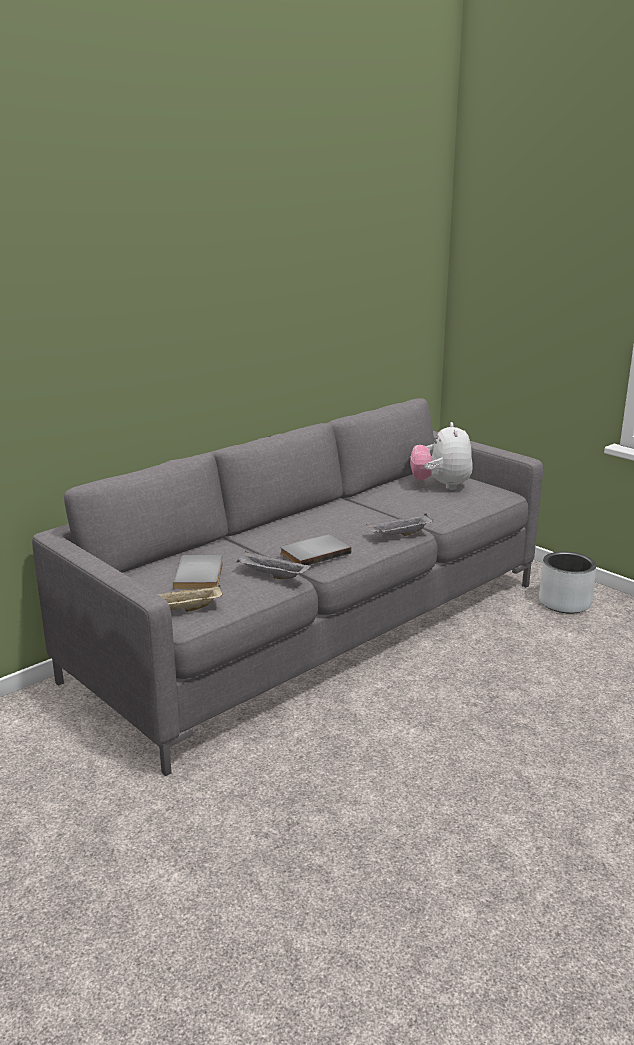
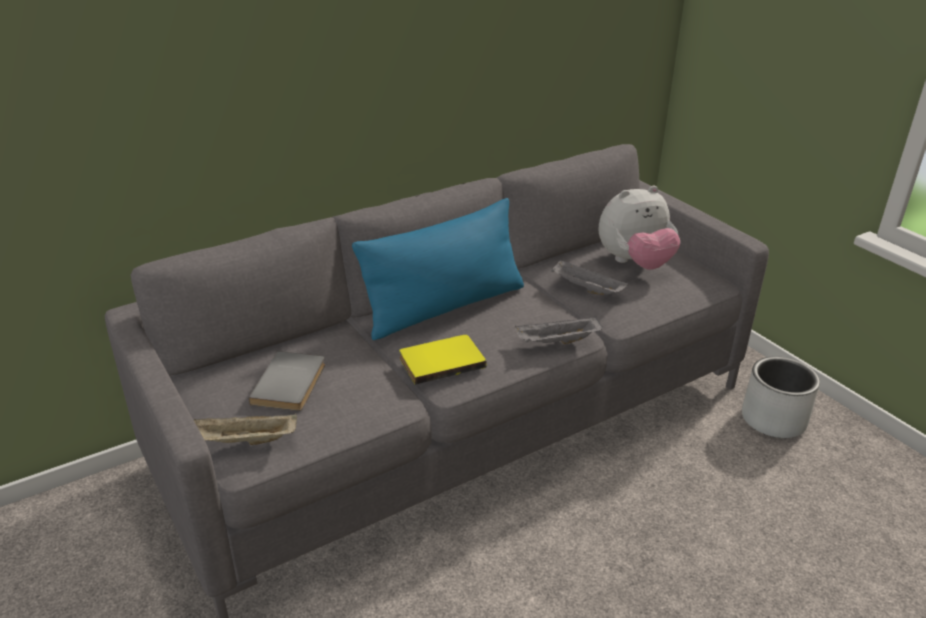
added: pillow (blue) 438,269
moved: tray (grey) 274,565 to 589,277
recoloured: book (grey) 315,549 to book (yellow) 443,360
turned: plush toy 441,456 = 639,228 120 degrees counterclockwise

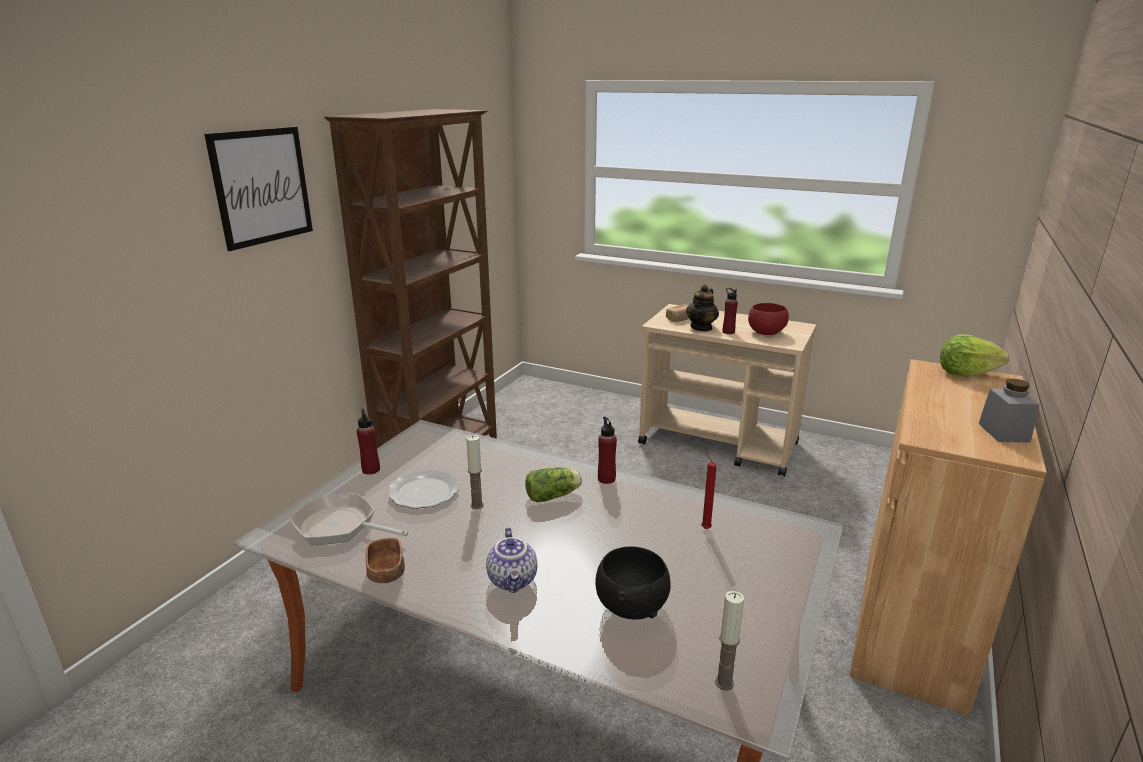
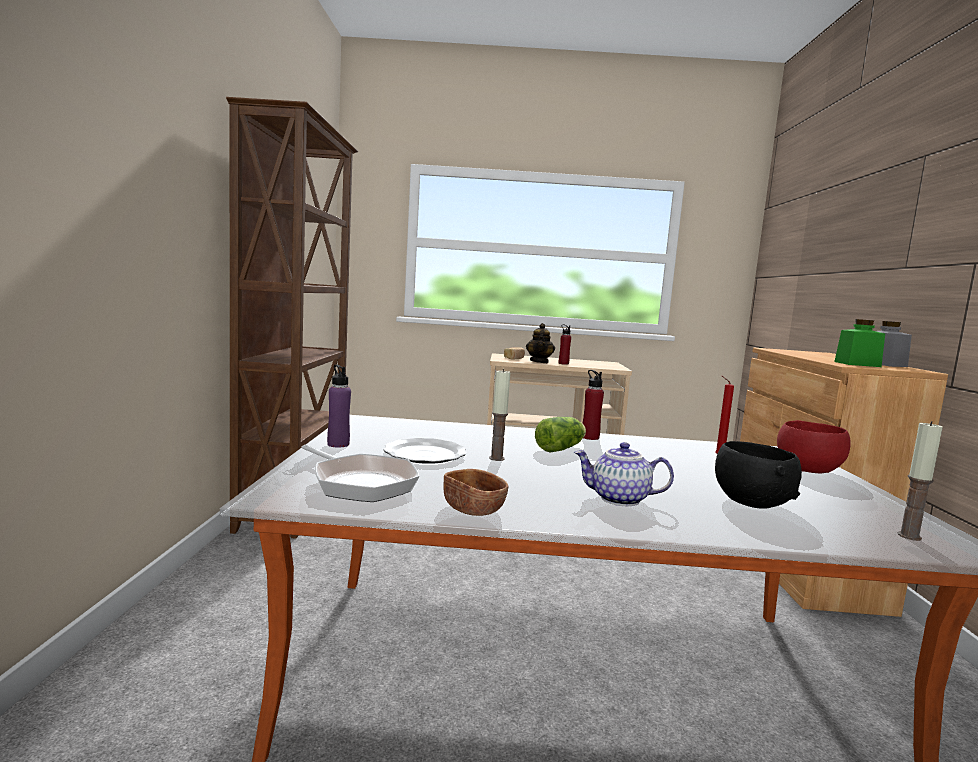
removed: picture 258,189; lettuce 974,355
added: jar (green) 859,343
moved: bowl (red) 768,319 to 814,446
recoloured: bottle (red) 368,442 to bottle (purple) 339,406
turned: frying pan 349,519 = 360,473 135 degrees counterclockwise; teapot 511,560 = 624,474 135 degrees clockwise

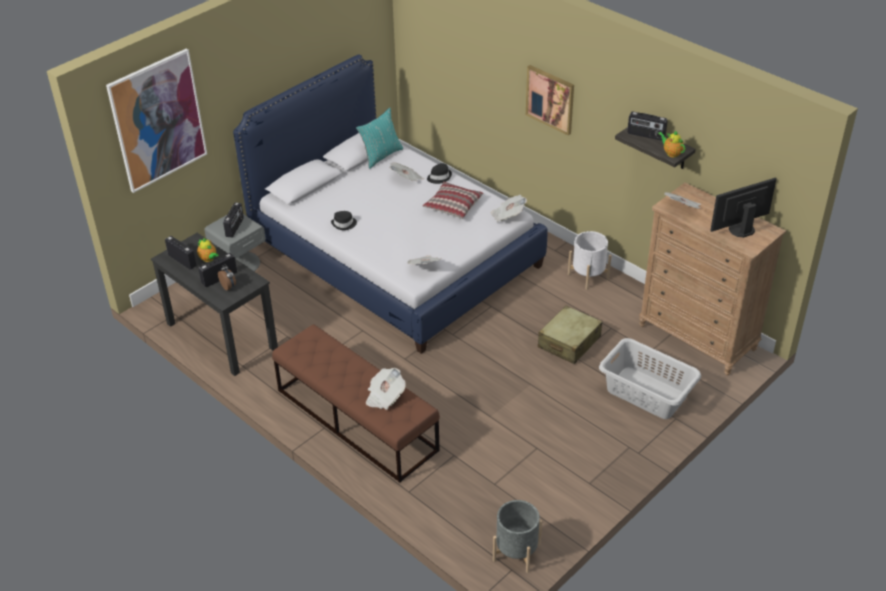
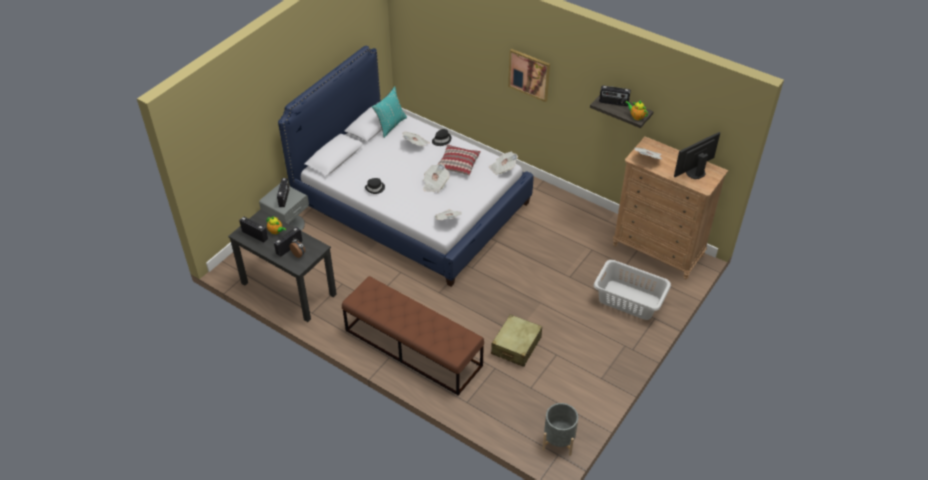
removed: picture 156,121; planter (white) 590,260
moved: newspaper 386,389 to 436,178; suitcase (beige) 570,335 to 516,340

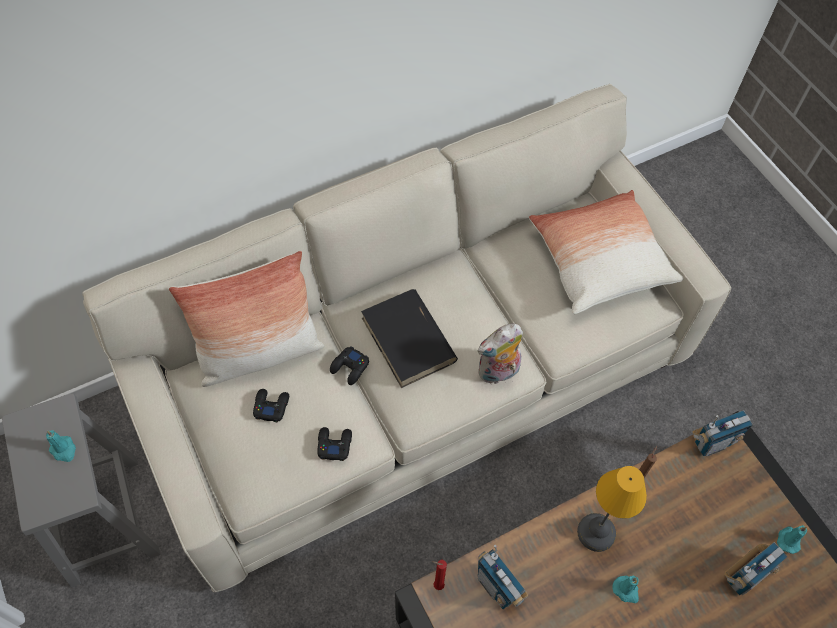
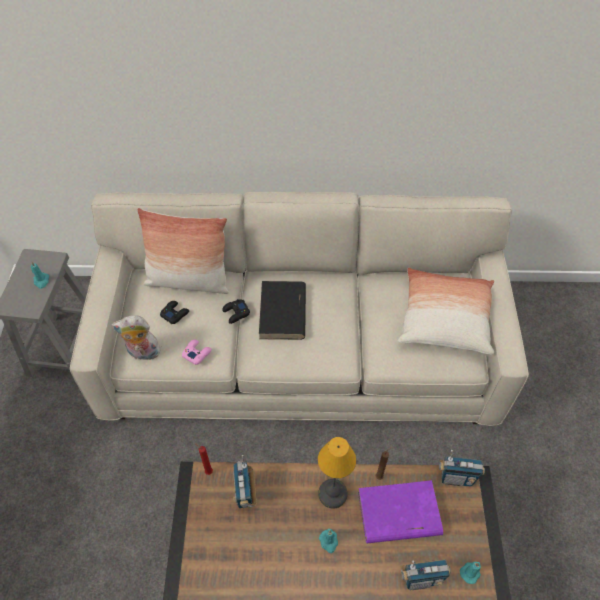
added: book (purple) 400,511
moved: plush toy 500,354 to 136,338
recoloured: game controller (black) 334,444 to game controller (pink) 197,352

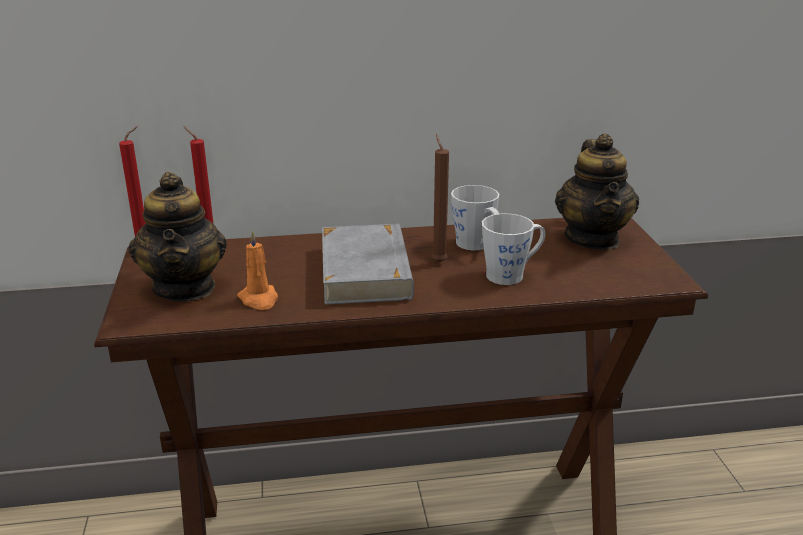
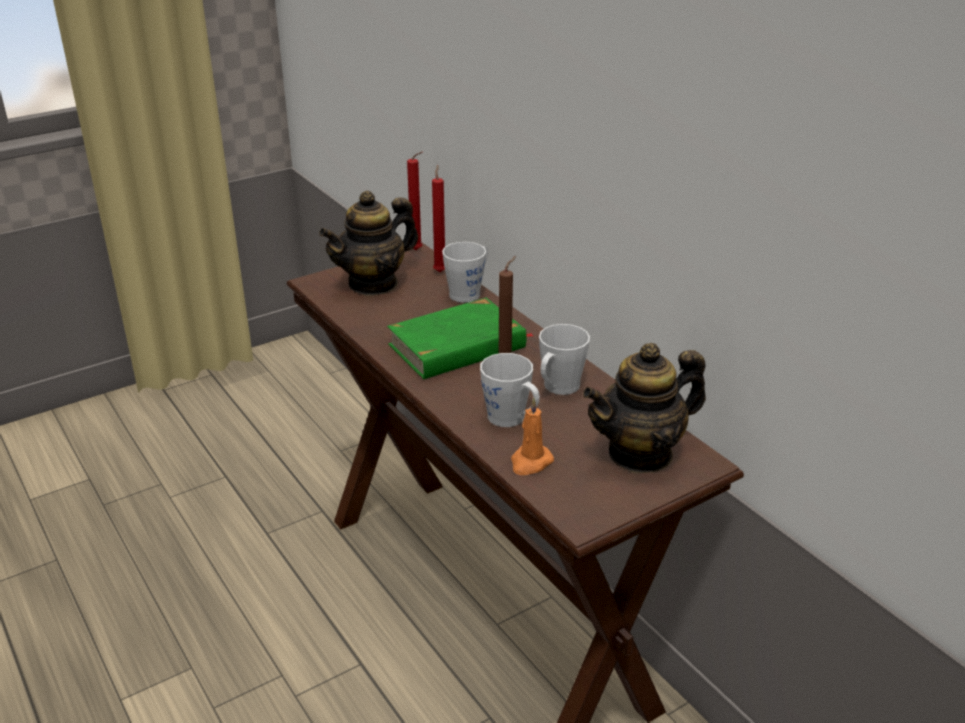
added: mug (grey) 465,272
moved: candle (orange) 257,270 to 532,436
recoloured: book (grey) 368,264 to book (green) 460,338

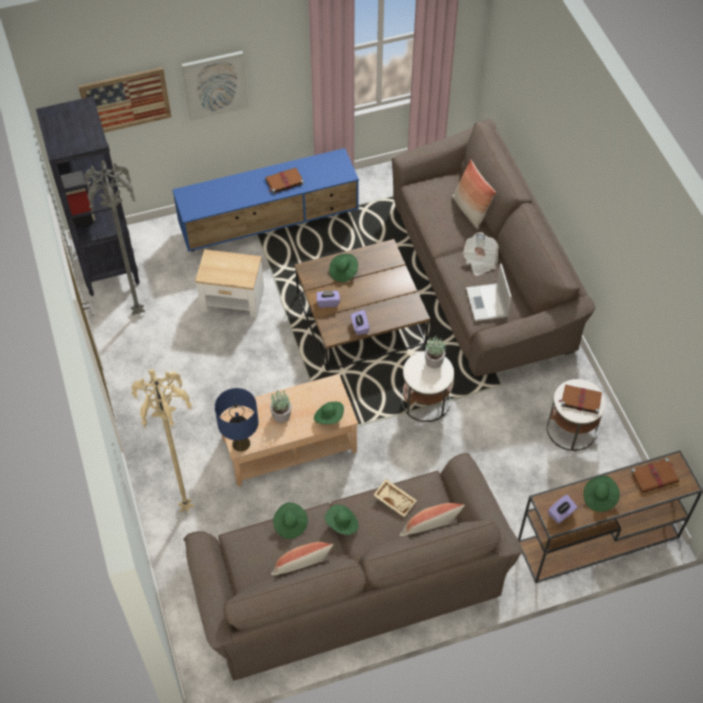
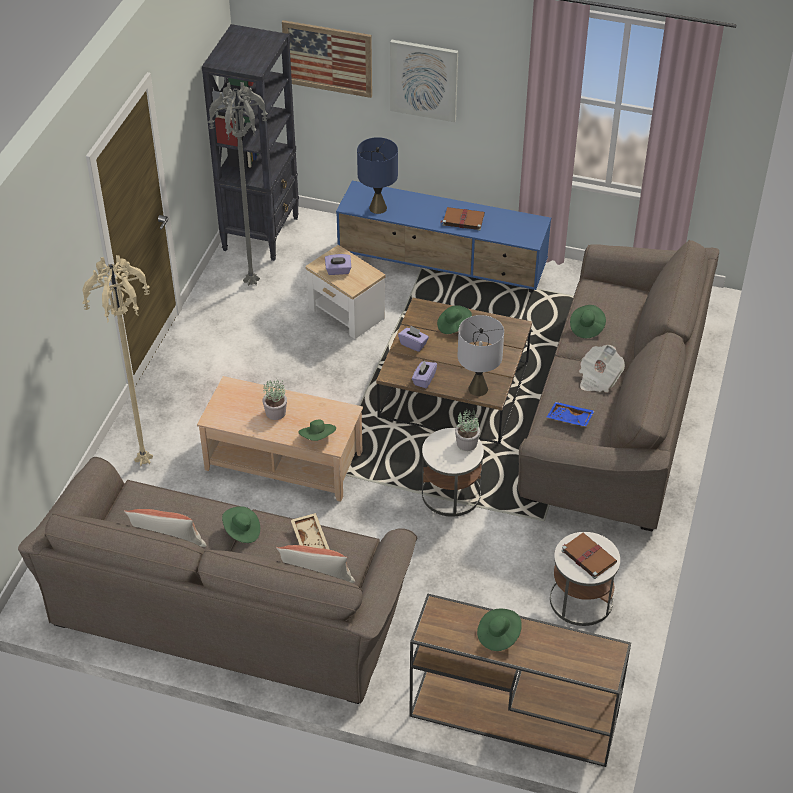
removed: pillow 474,194; book (brown) 655,475
added: table lamp (grey) 481,355
moved: tissue box (purple) 563,509 to 338,264; table lamp (blue) 237,420 to 377,175; hat (green) 290,520 to 588,321
replaced: laptop 489,292 to tray (blue) 570,414

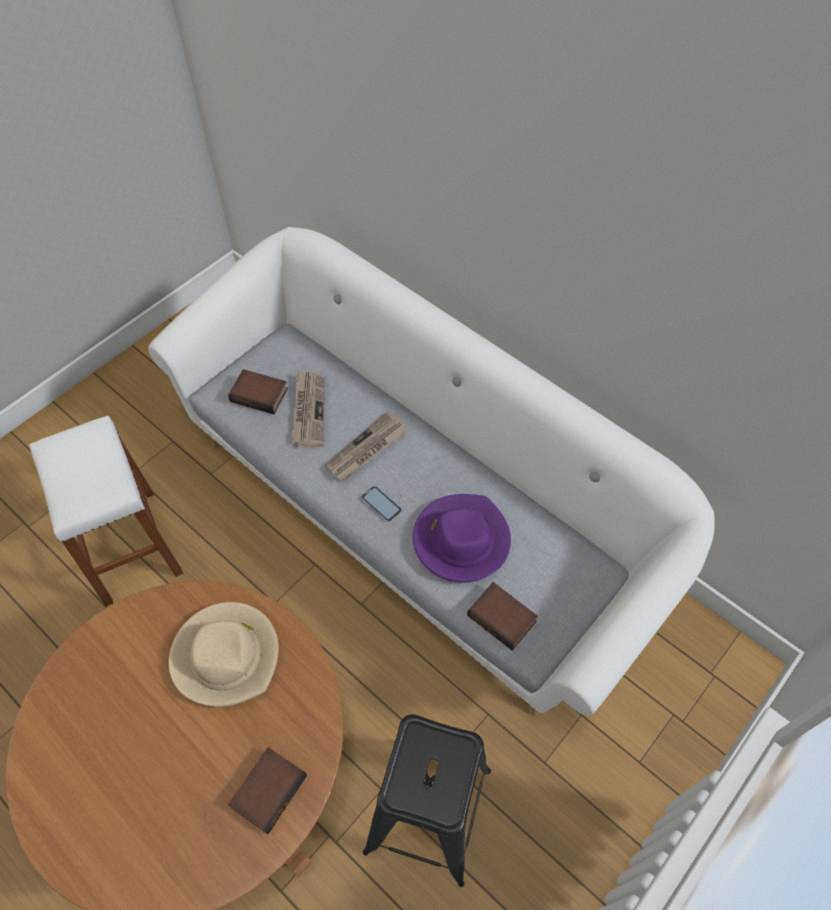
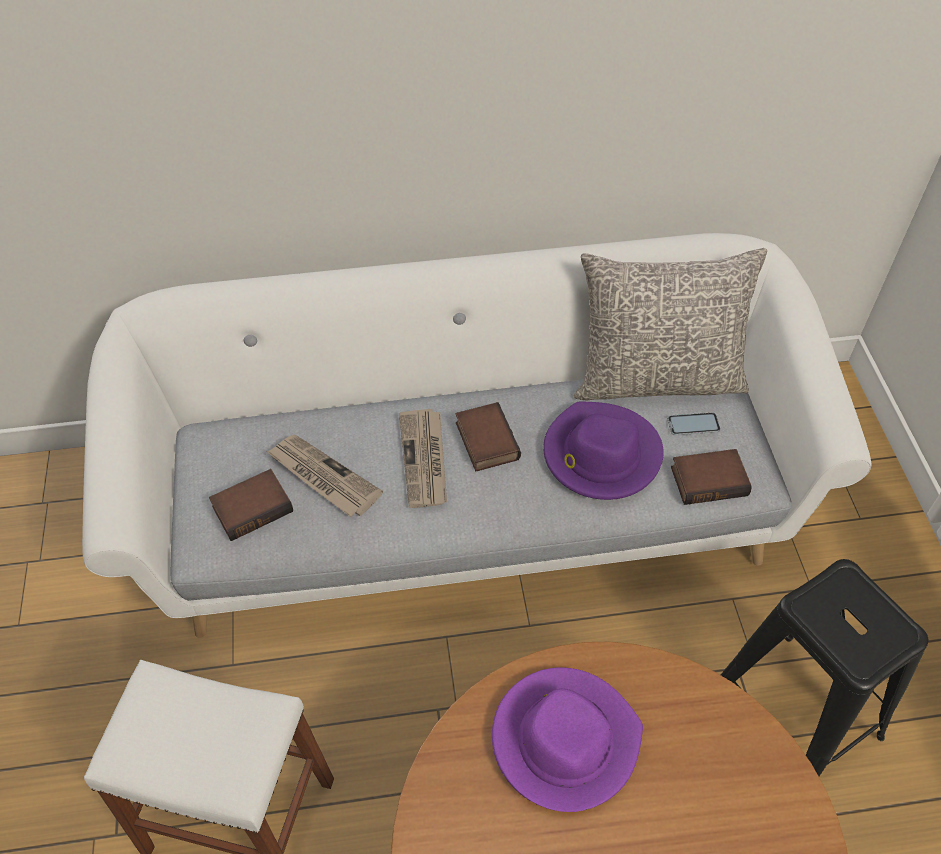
added: pillow (grey) 670,324
moved: book 267,790 to 488,436; phone 381,504 to 694,424
recoloured: hat (beige) 224,654 to hat (purple) 567,739

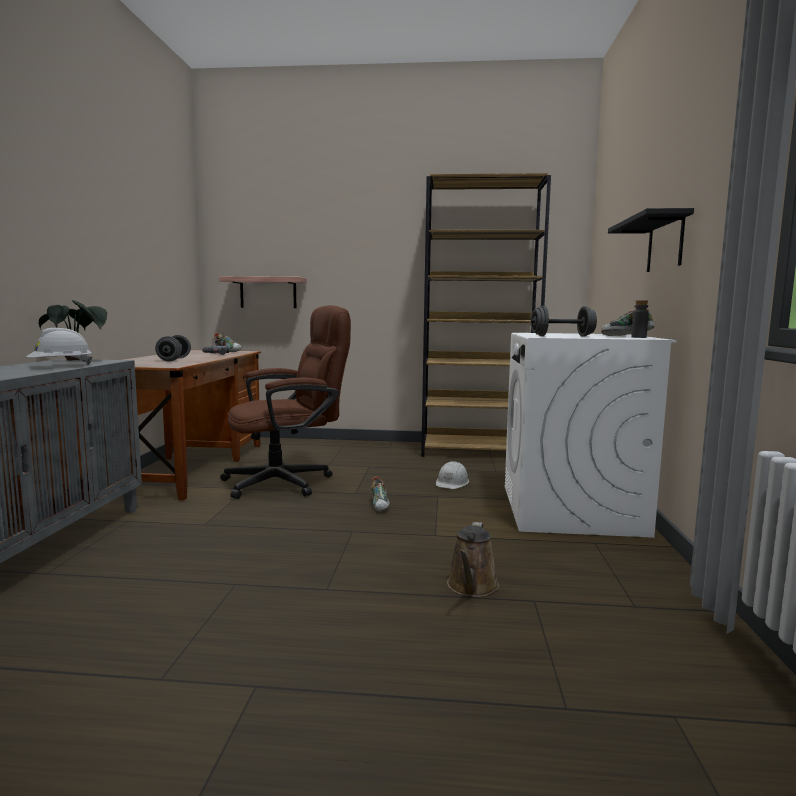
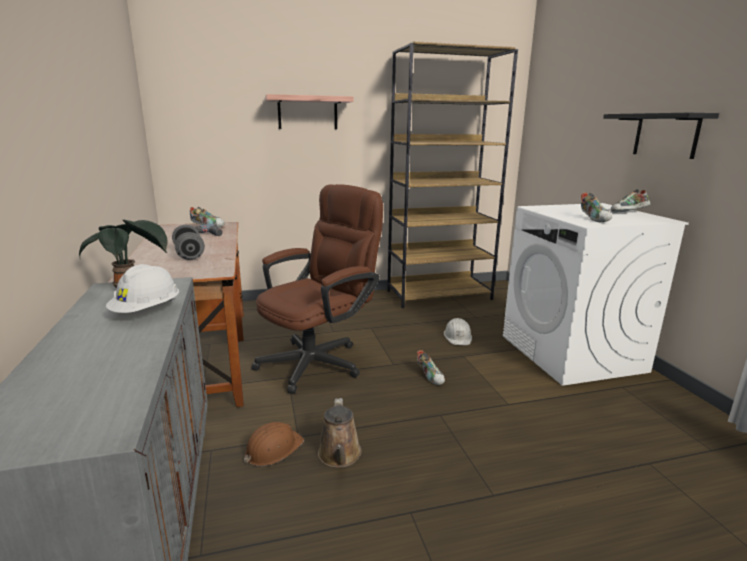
removed: bottle (grey) 640,319
added: hard hat (brown) 274,444
moved: shelf 263,292 to 309,111; watering can (brown) 473,559 to 340,433
replaced: dumbbell (grey) 564,321 to shoe 596,207

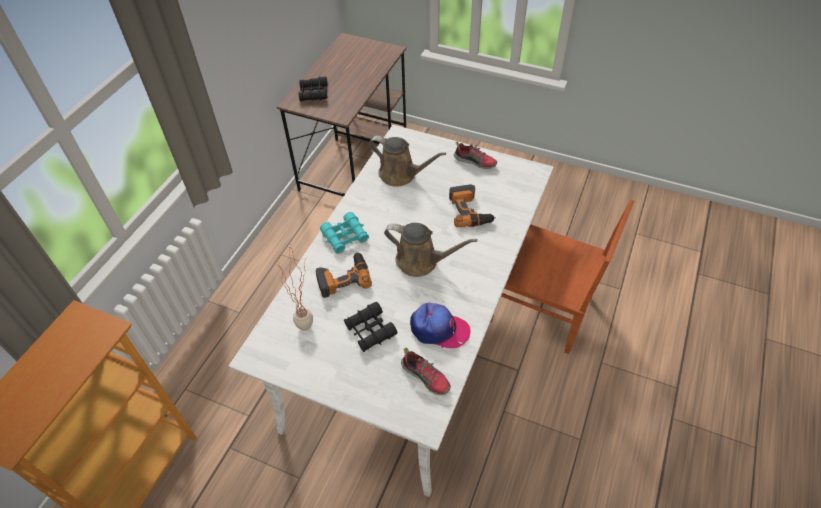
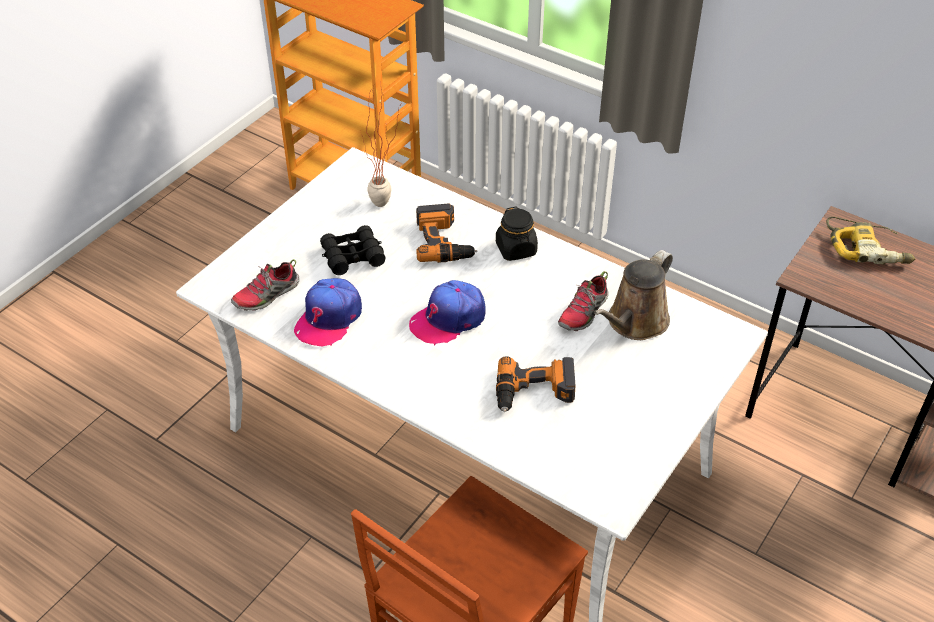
moved: shoe 475,155 to 583,301
replaced: watering can (brown) 430,250 to cap 447,312; binoculars (turquoise) 344,233 to jar (black) 517,234; binoculars (black) 313,89 to power drill 870,241

